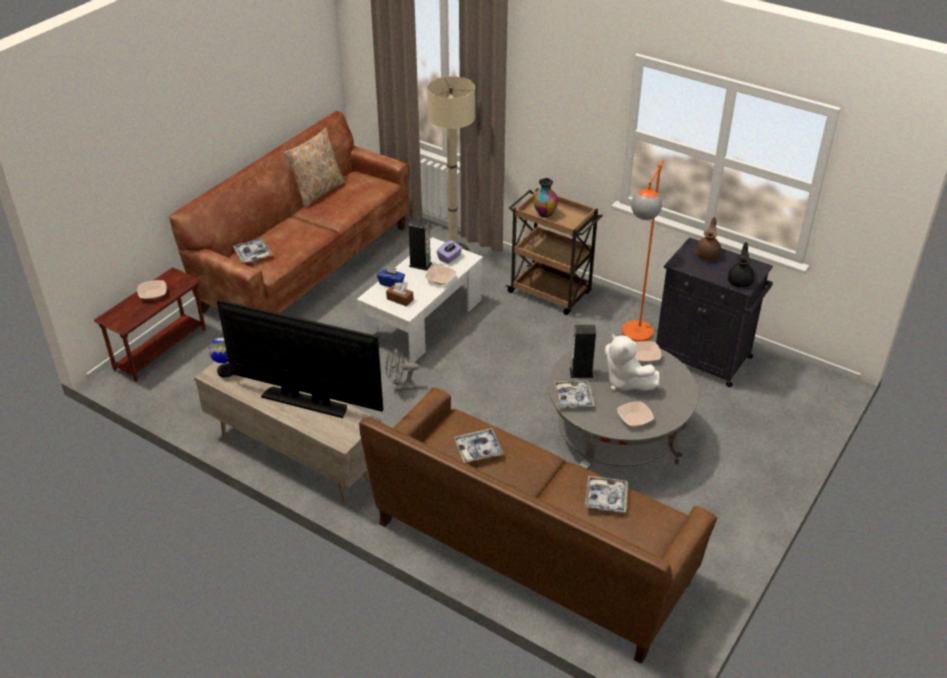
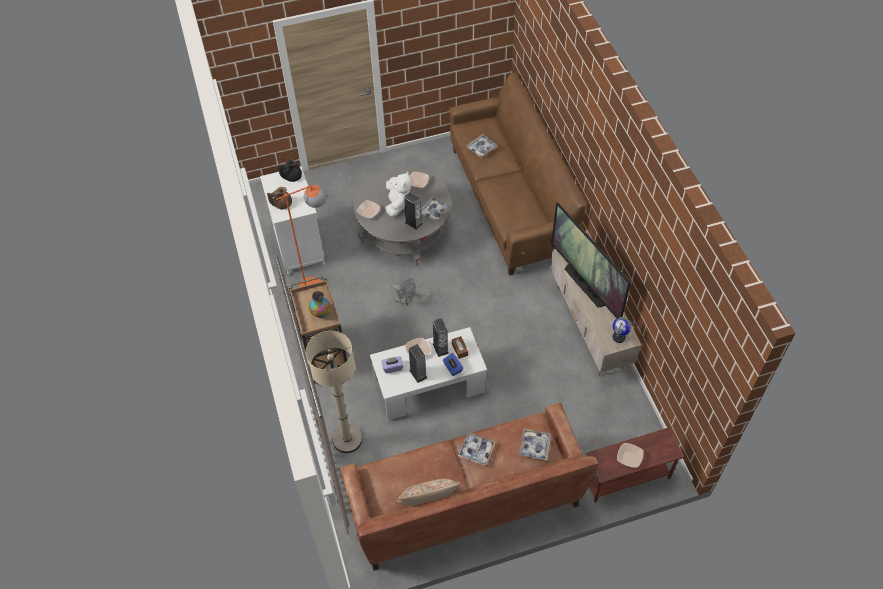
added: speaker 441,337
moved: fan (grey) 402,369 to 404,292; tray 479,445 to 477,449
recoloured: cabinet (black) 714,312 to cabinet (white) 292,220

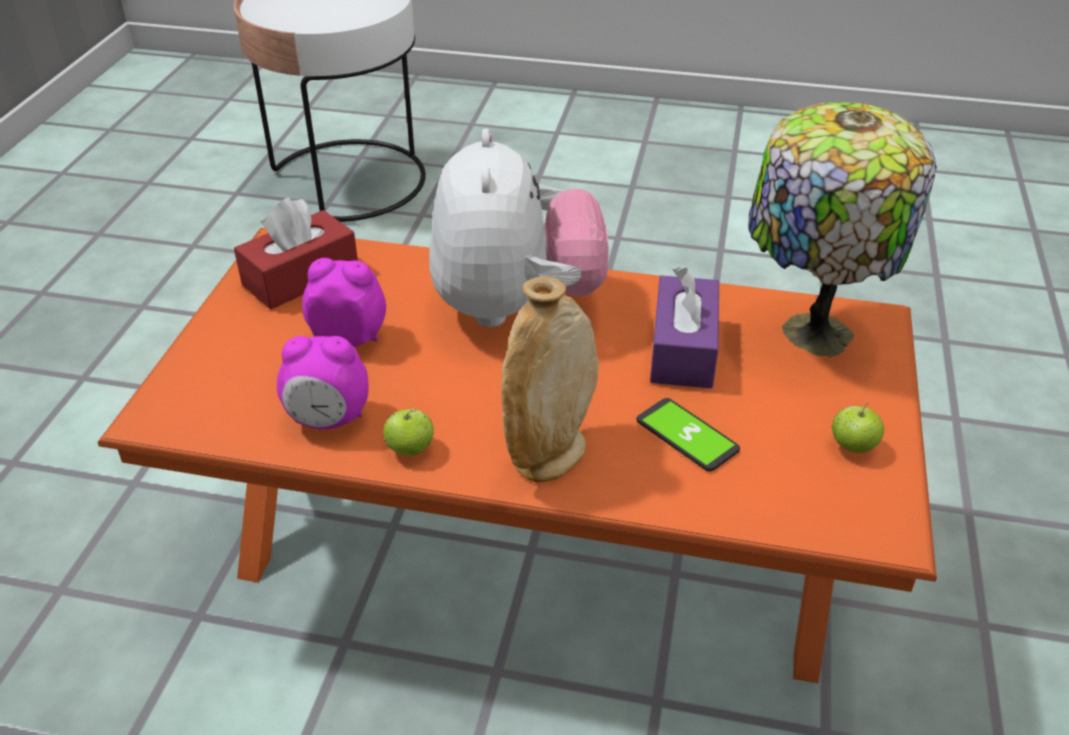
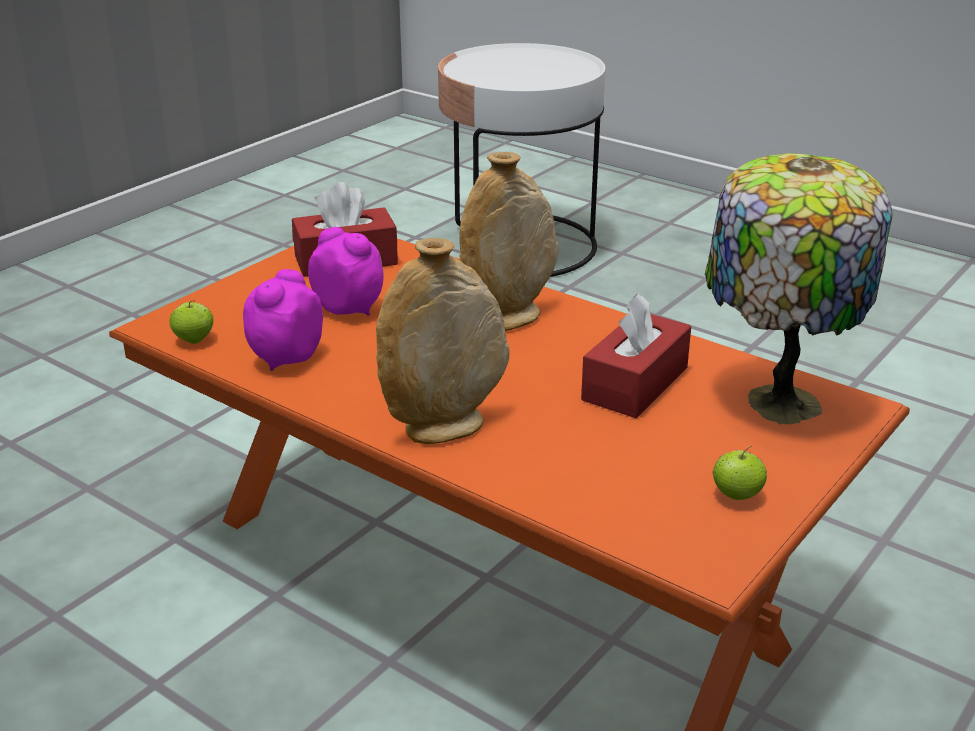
removed: phone 688,435
moved: apple 408,432 to 191,322
replaced: plush toy 519,228 to vase (beige) 508,241
recoloured: tissue box (purple) 684,327 to tissue box (red) 636,355
turned: alarm clock 323,382 = 283,320 90 degrees clockwise

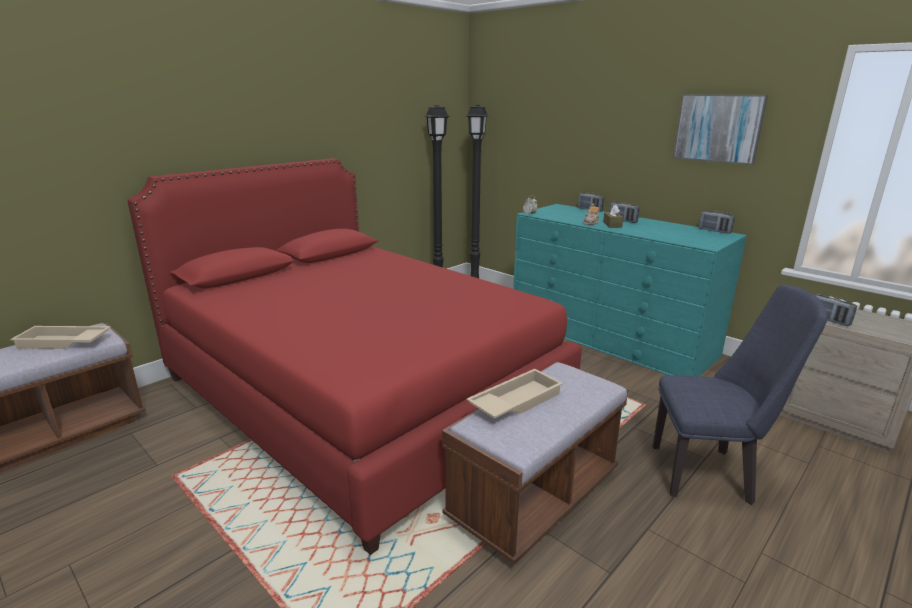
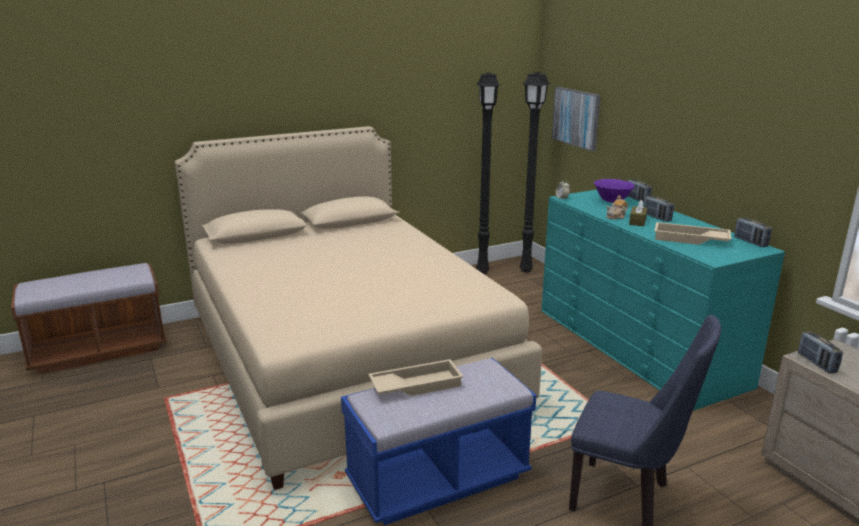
added: bowl (purple) 614,191
moved: picture 720,129 to 576,119; tray (beige) 60,337 to 692,233
recoloured: bed (red) 354,356 to bed (beige) 358,308; bench (brown) 535,463 to bench (blue) 438,441

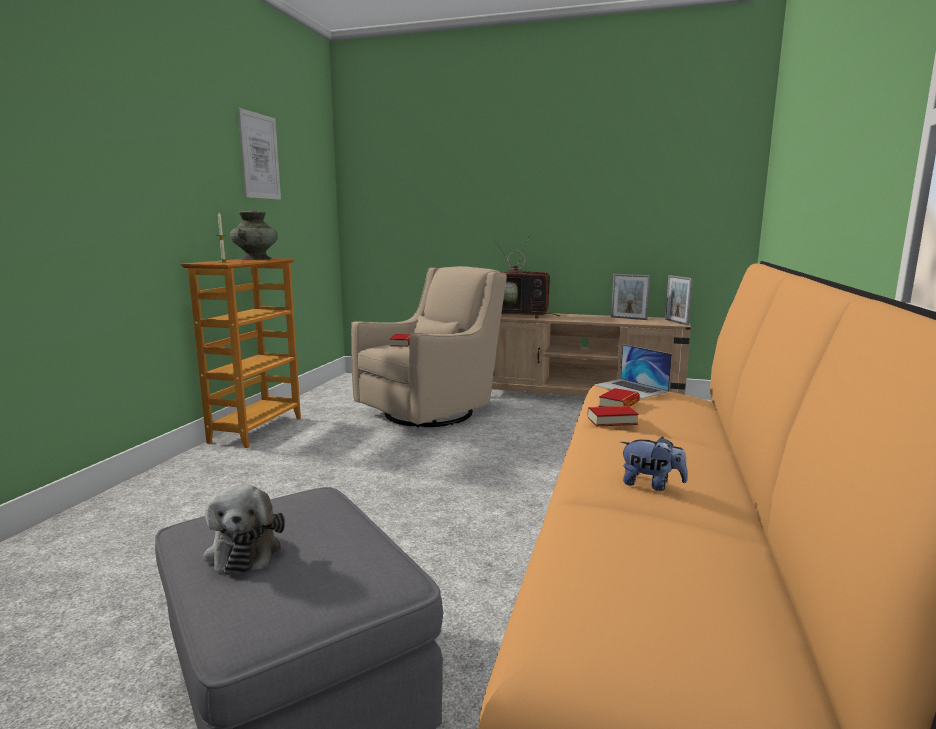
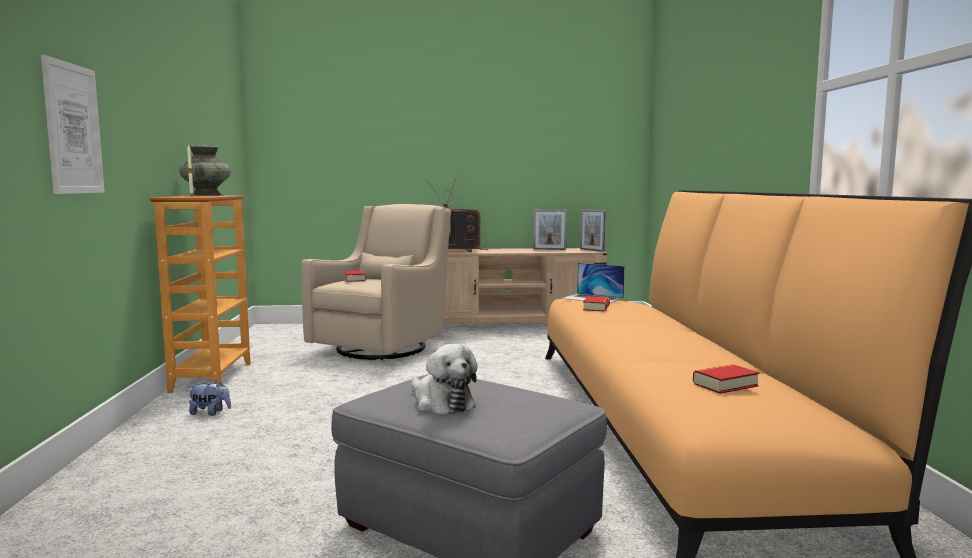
moved: picture 259,154 to 73,124; plush toy 654,464 to 210,398; book 613,416 to 726,379

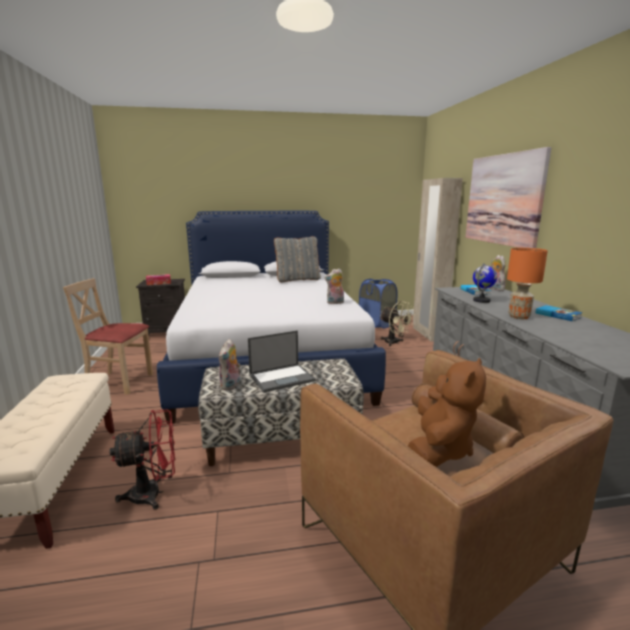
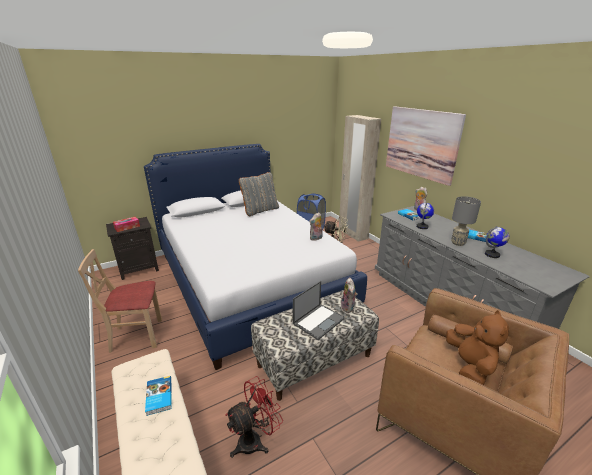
added: book 158,396; globe 497,242
moved: plush toy 230,364 to 349,295
recoloured: table lamp (orange) 527,283 to table lamp (grey) 466,221

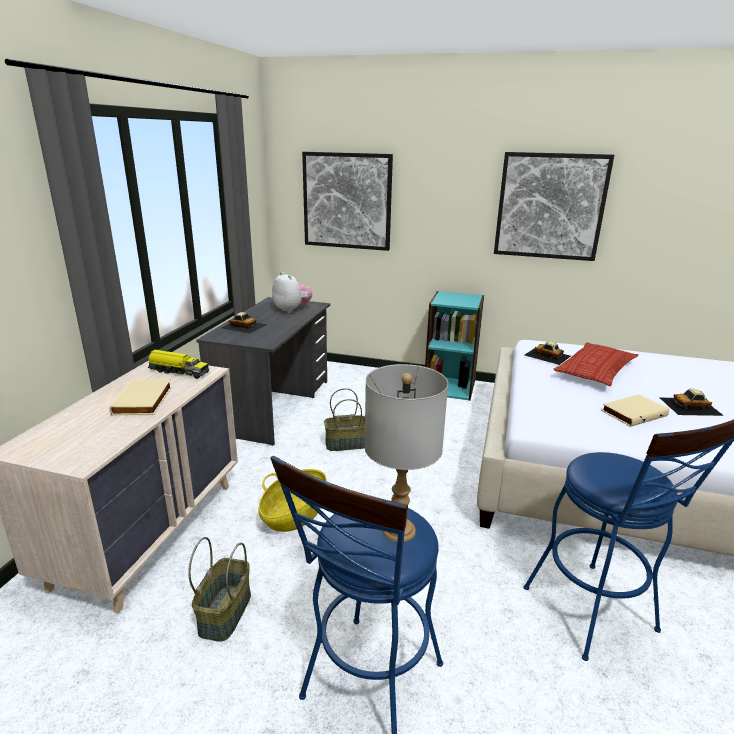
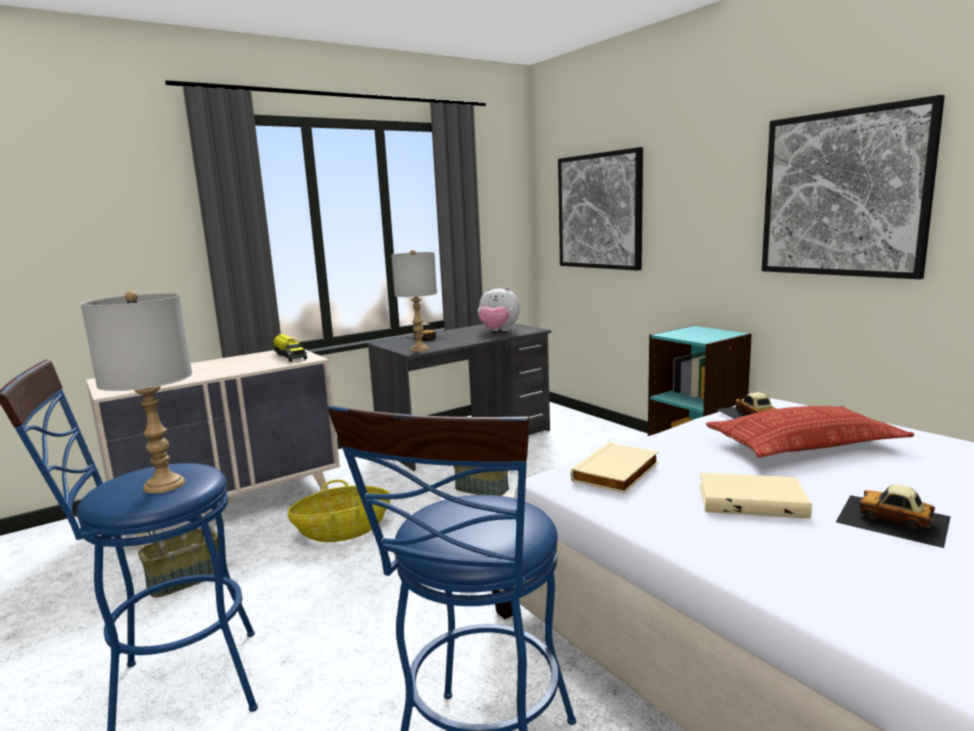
added: table lamp (grey) 414,301
moved: book (beige) 141,397 to 615,467
turned: plush toy 292,292 = 499,309 105 degrees clockwise

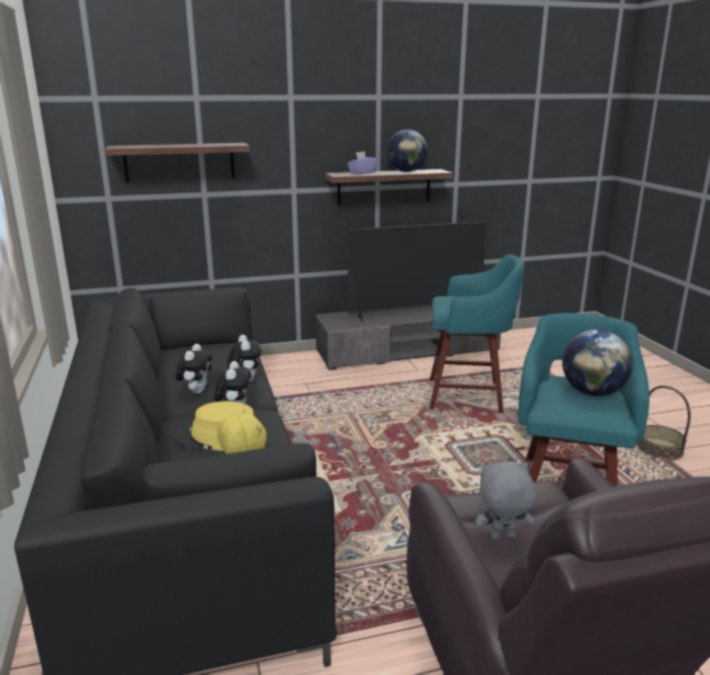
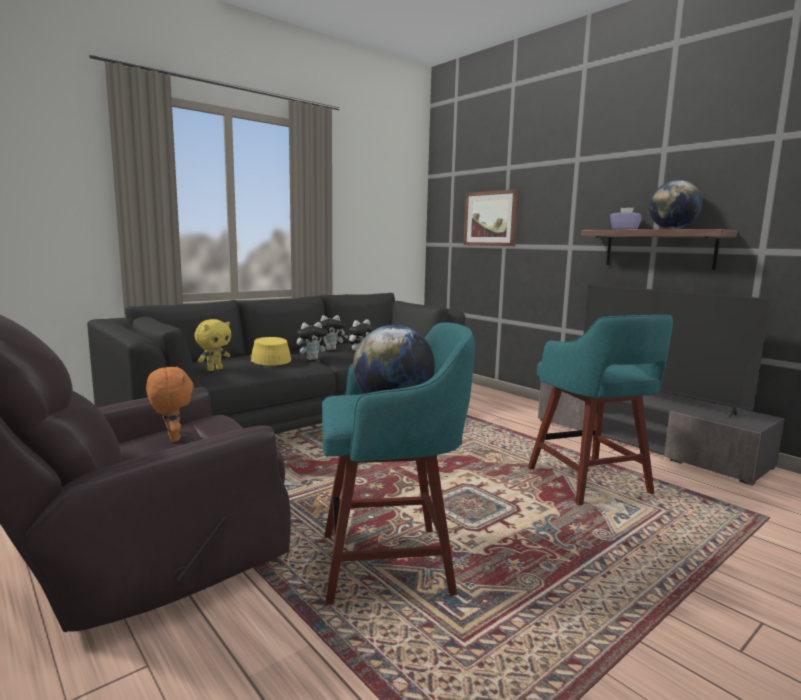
removed: basket 664,422
replaced: shelf 177,162 to picture 491,217
recoloured: plush toy (grey) 505,500 to plush toy (orange) 170,404

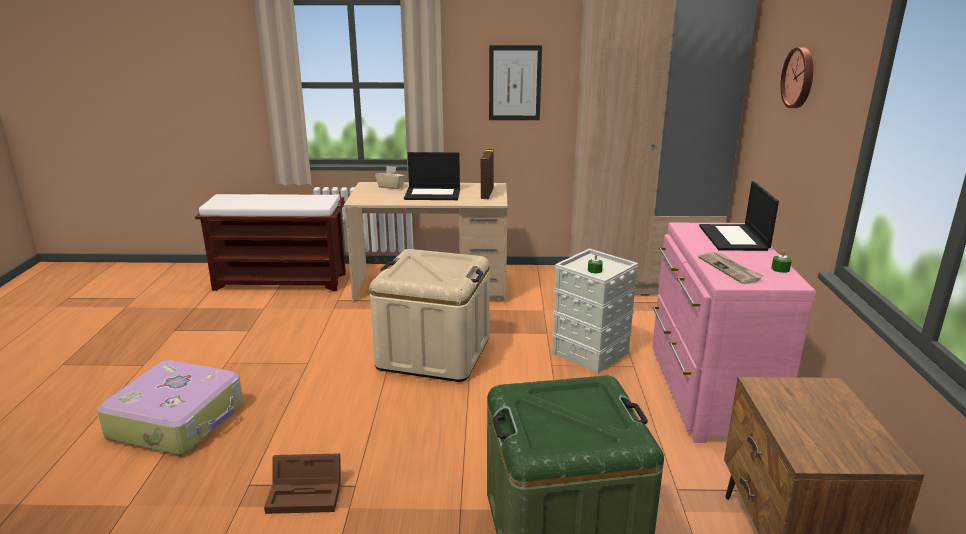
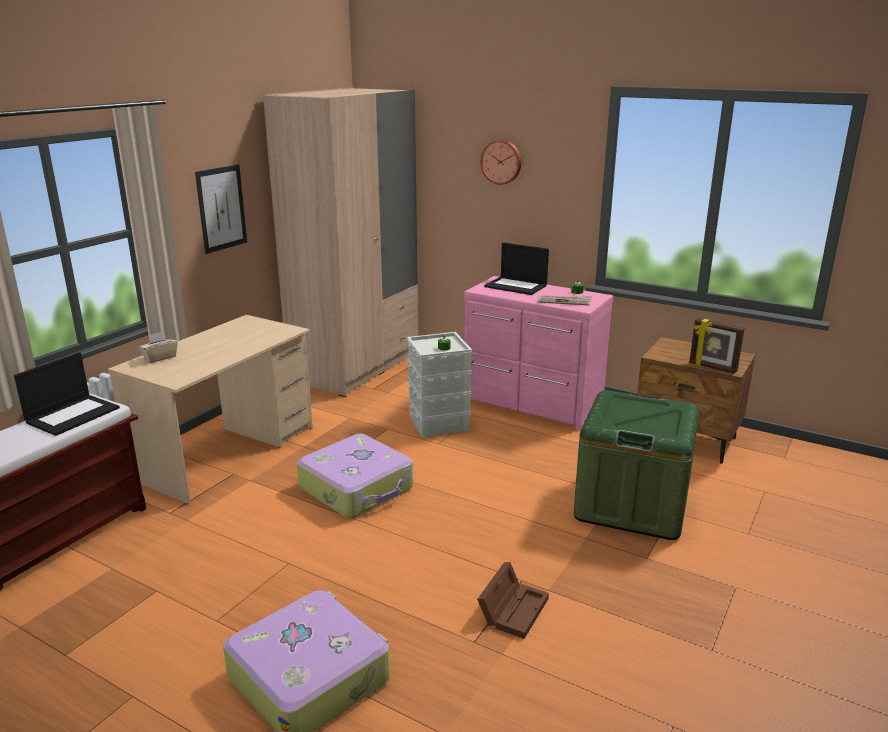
moved: laptop 432,176 to 67,394; picture frame 487,174 to 717,346
replaced: storage box (beige) 429,315 to suitcase 355,476

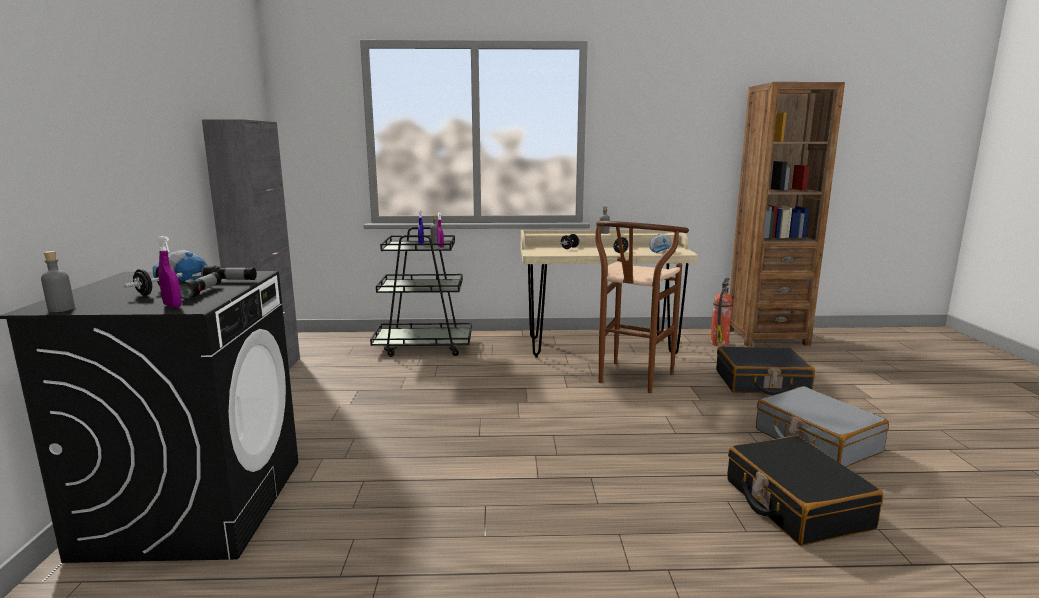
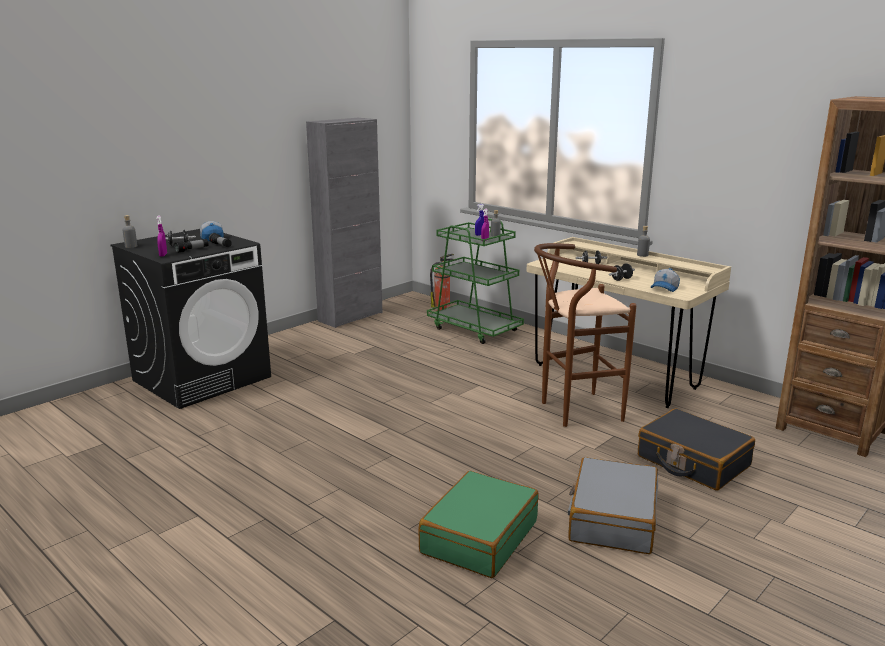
moved: fire extinguisher 721,312 to 443,282
recoloured: suitcase (black) 805,490 to suitcase (green) 478,524; cart (black) 421,292 to cart (green) 475,281

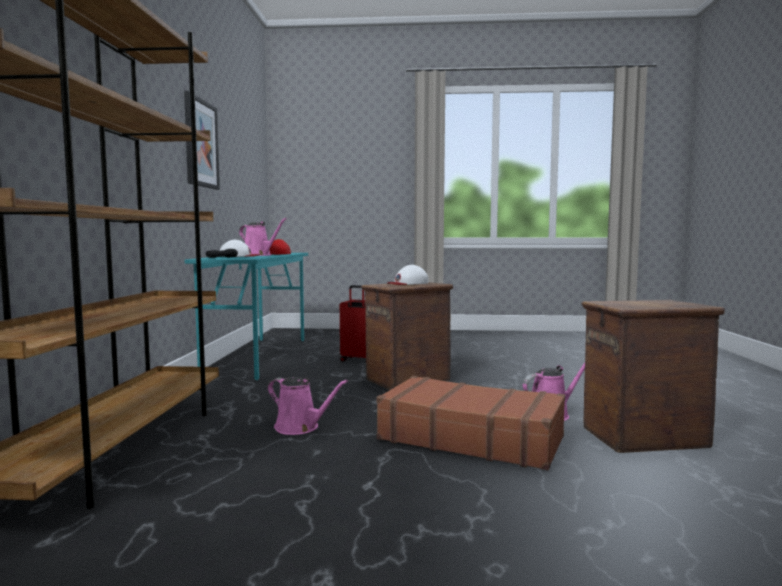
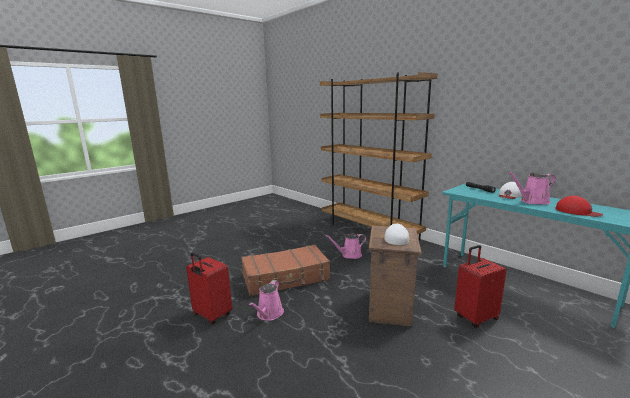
removed: picture 202,140
replaced: crate 653,376 to suitcase (red) 209,288

